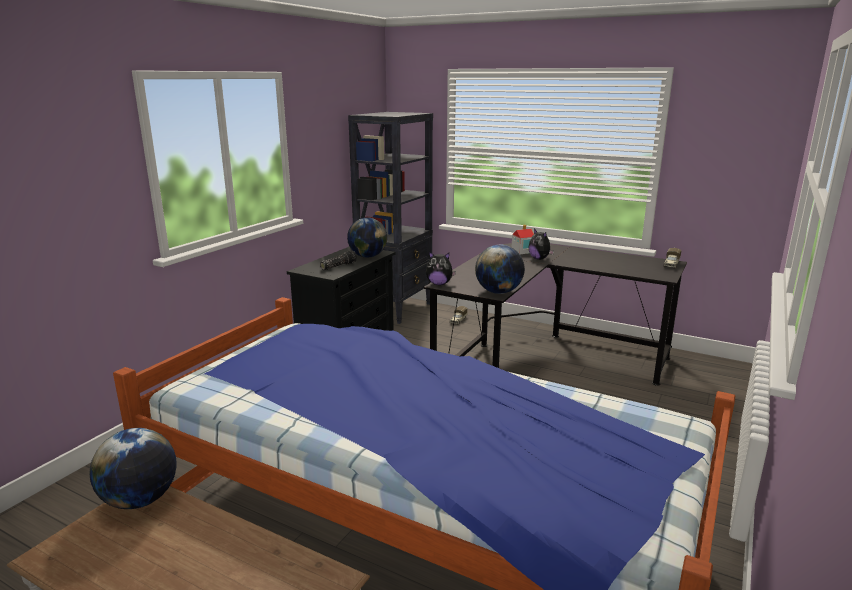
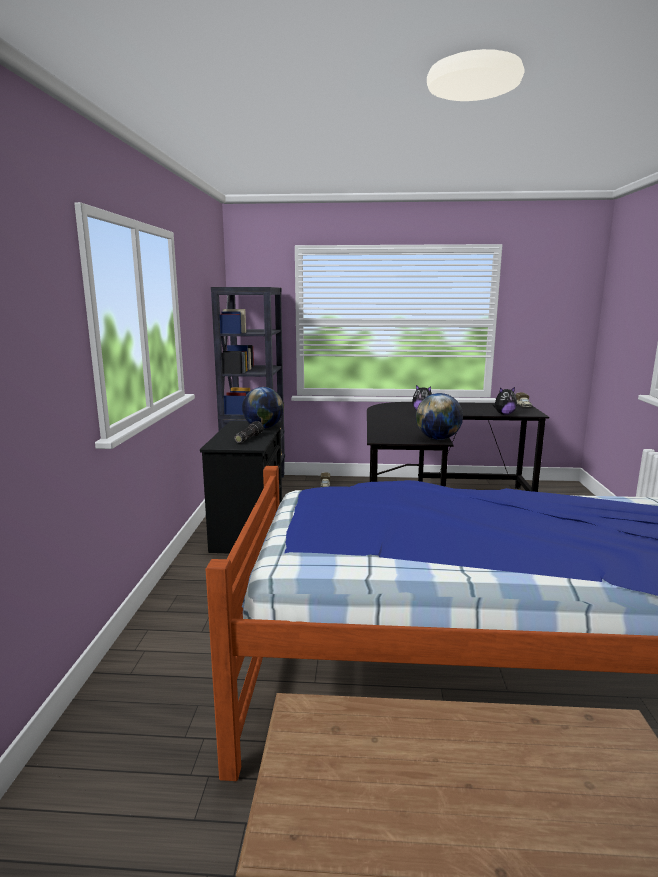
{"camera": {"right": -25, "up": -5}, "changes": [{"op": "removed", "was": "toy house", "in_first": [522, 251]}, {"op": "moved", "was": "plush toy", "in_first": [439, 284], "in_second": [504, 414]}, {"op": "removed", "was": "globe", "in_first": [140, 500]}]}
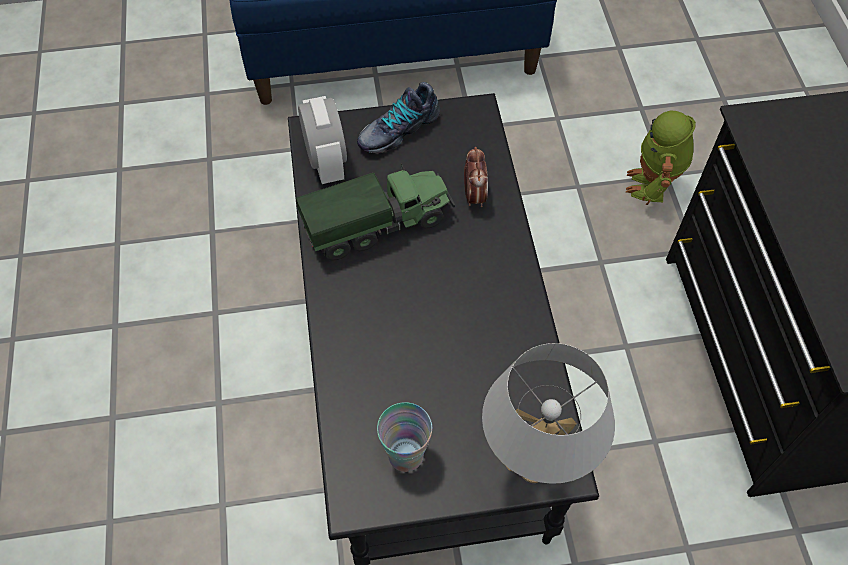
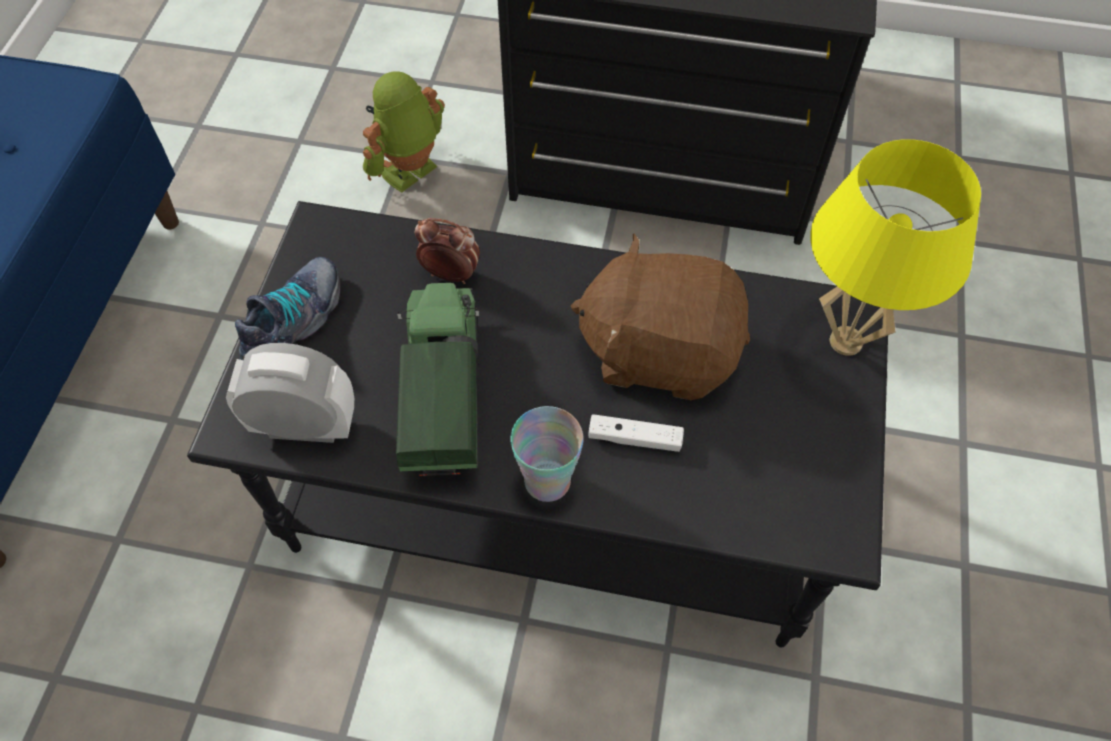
{"camera": {"right": -70, "up": 0}, "changes": [{"op": "turned", "was": "shoe", "in_first": [398, 129], "in_second": [295, 323], "clockwise": -135}, {"op": "turned", "was": "toy robot", "in_first": [653, 185], "in_second": [410, 173], "clockwise": 105}, {"op": "recoloured", "was": "white table lamp", "now": "yellow table lamp", "in_first": [533, 470], "in_second": [846, 341]}, {"op": "moved", "was": "cup", "in_first": [405, 455], "in_second": [547, 481]}, {"op": "added", "now": "brown plush toy", "in_second": [659, 350]}, {"op": "added", "now": "white game controller", "in_second": [635, 438]}]}
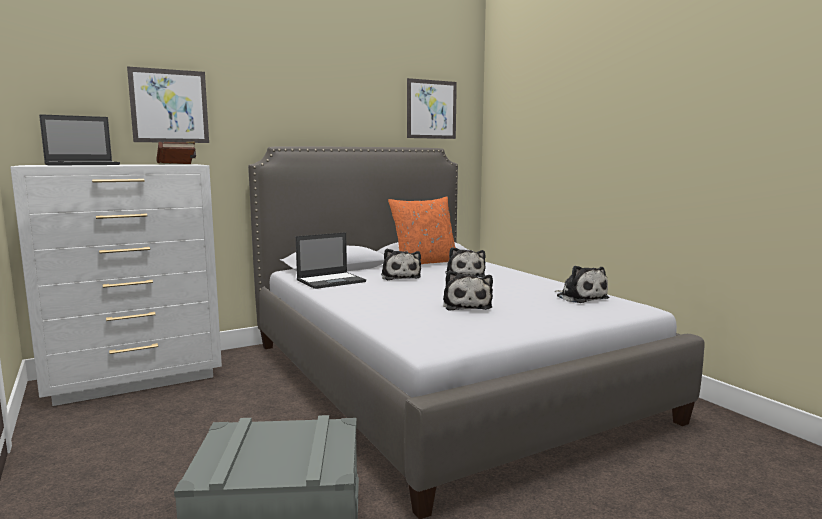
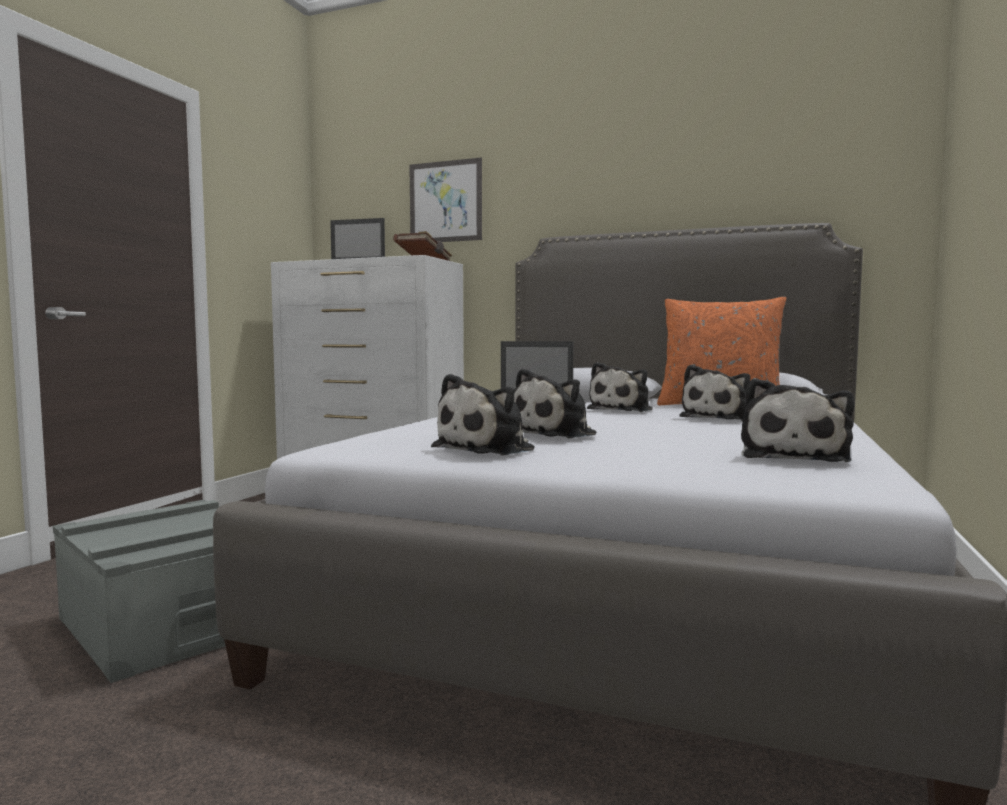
{"camera": {"right": 50, "up": -5}, "changes": [{"op": "removed", "was": "picture", "in_first": [431, 109]}, {"op": "added", "now": "plush toy", "in_second": [489, 449]}]}
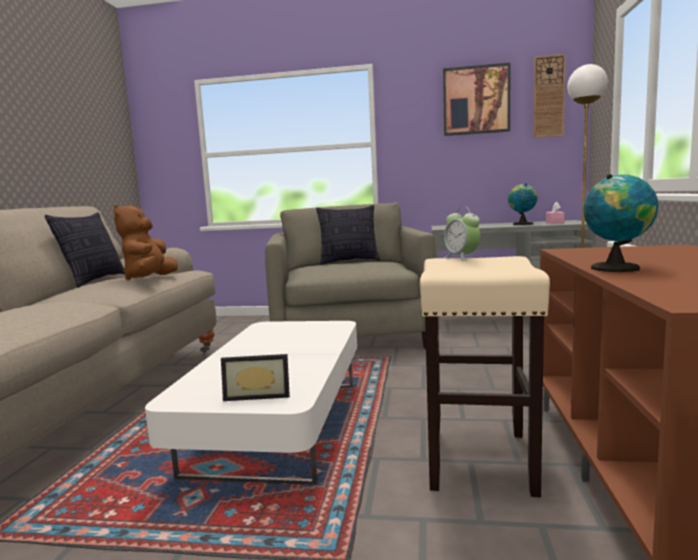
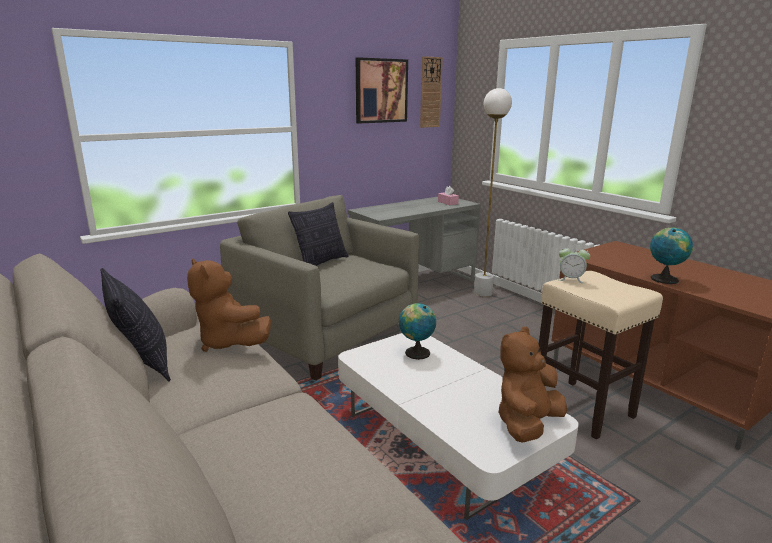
{"camera": {"right": -45, "up": 10}, "changes": [{"op": "moved", "was": "globe", "in_first": [521, 224], "in_second": [415, 353]}, {"op": "replaced", "was": "picture frame", "now": "brown plush toy", "in_first": [258, 395], "in_second": [527, 424]}]}
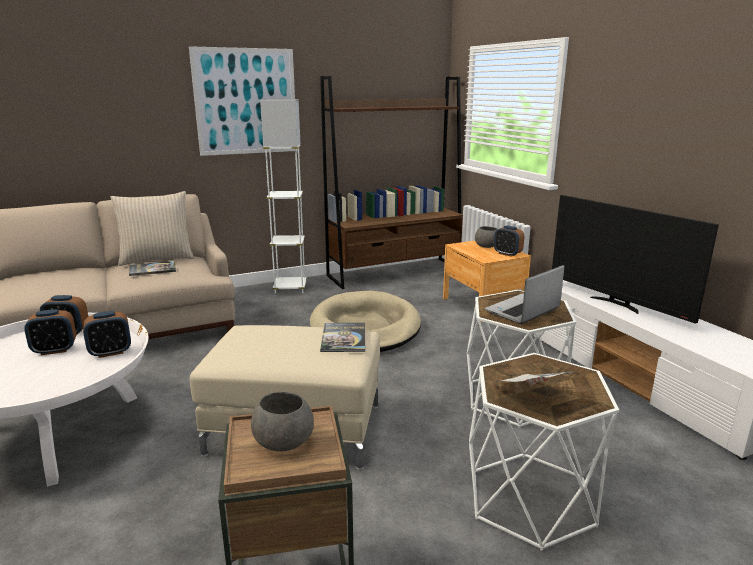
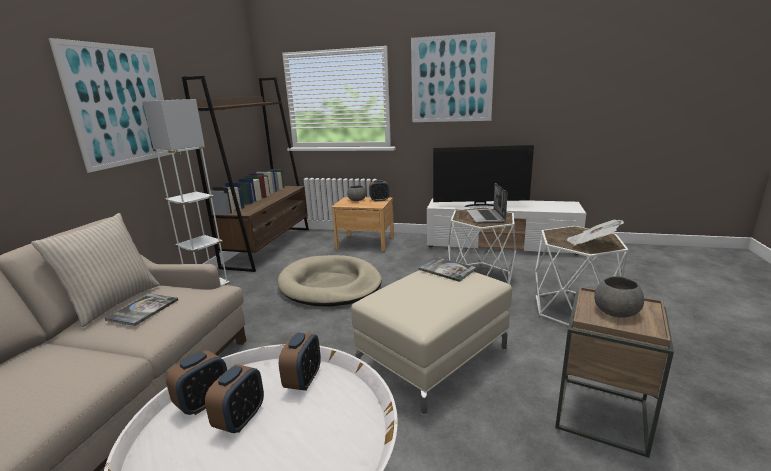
{"camera": {"right": -50, "up": 0}, "changes": [{"op": "added", "now": "picture", "in_second": [451, 79]}]}
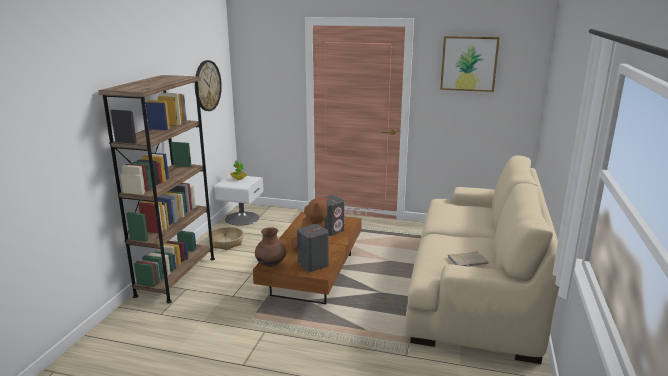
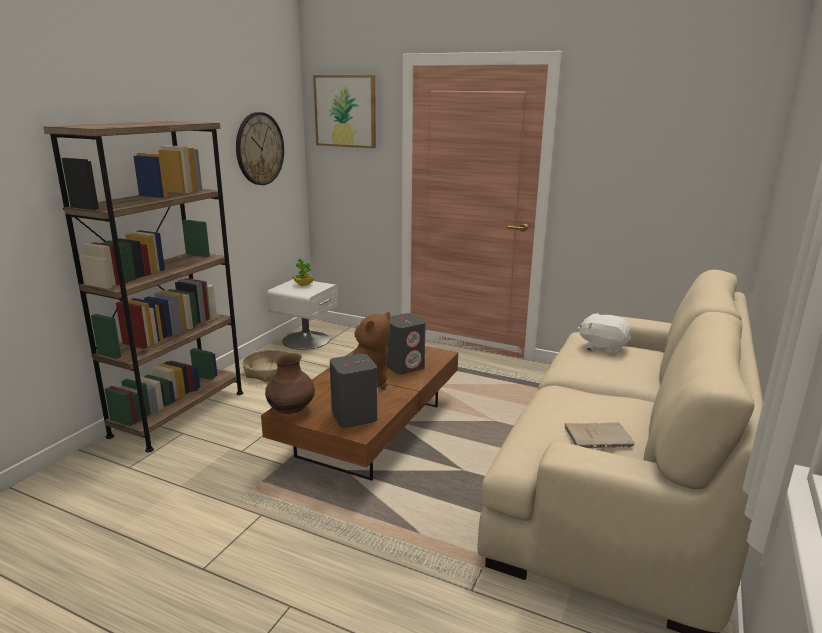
{"camera": {"right": 10, "up": 0}, "changes": [{"op": "moved", "was": "picture", "in_first": [469, 63], "in_second": [345, 111]}, {"op": "added", "now": "white plush toy", "in_second": [603, 347]}]}
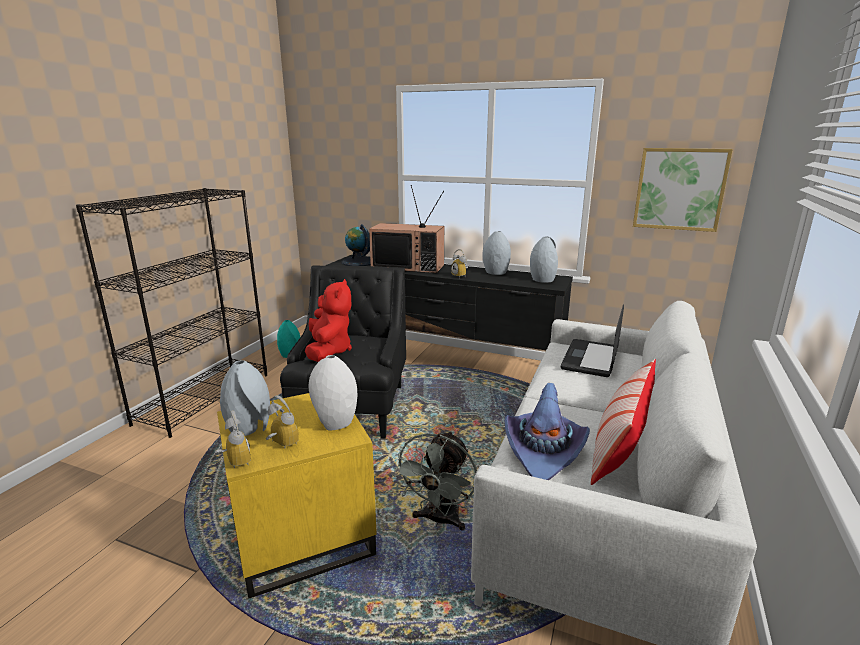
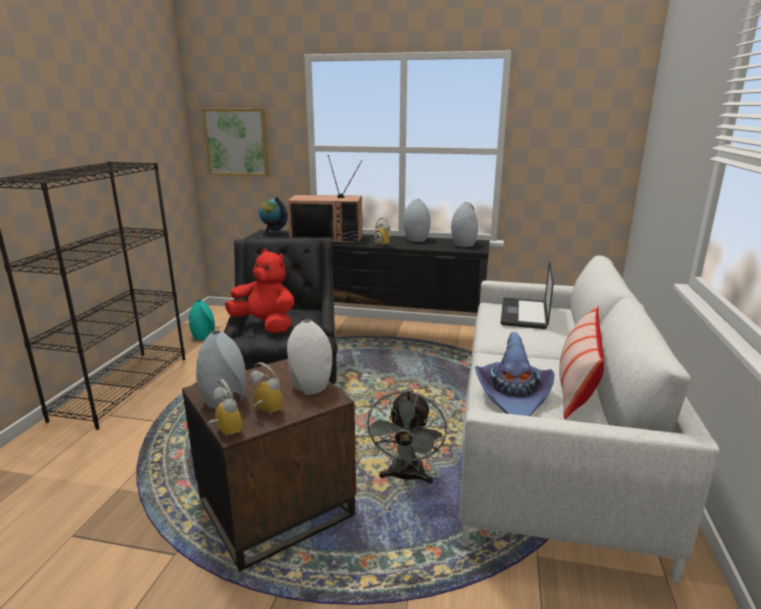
{"camera": {"right": -10, "up": 0}, "changes": [{"op": "moved", "was": "picture", "in_first": [679, 189], "in_second": [237, 142]}, {"op": "turned", "was": "red plush toy", "in_first": [329, 351], "in_second": [265, 325], "clockwise": -45}, {"op": "recoloured", "was": "yellow side table", "now": "brown side table", "in_first": [302, 535], "in_second": [275, 507]}]}
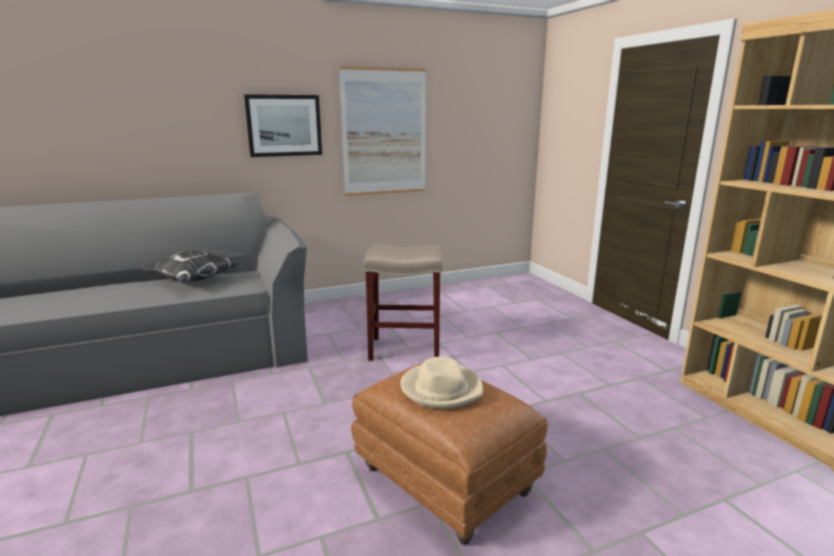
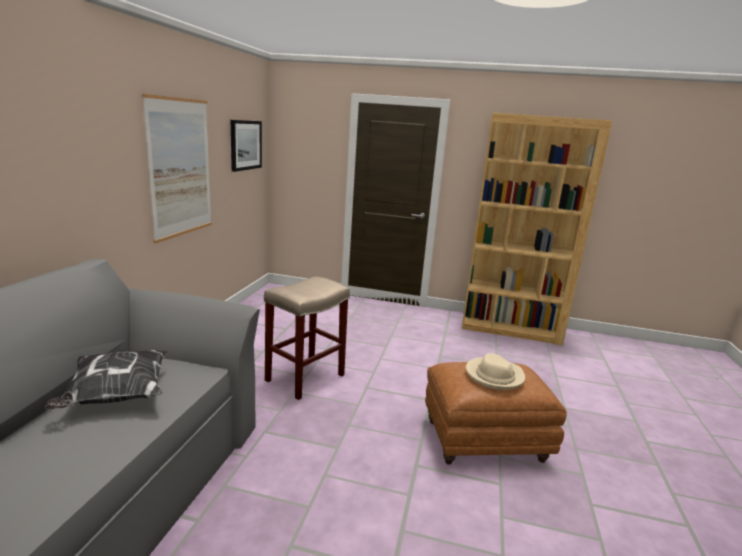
{"camera": {"right": -55, "up": 0}, "changes": [{"op": "moved", "was": "picture", "in_first": [284, 125], "in_second": [245, 145]}]}
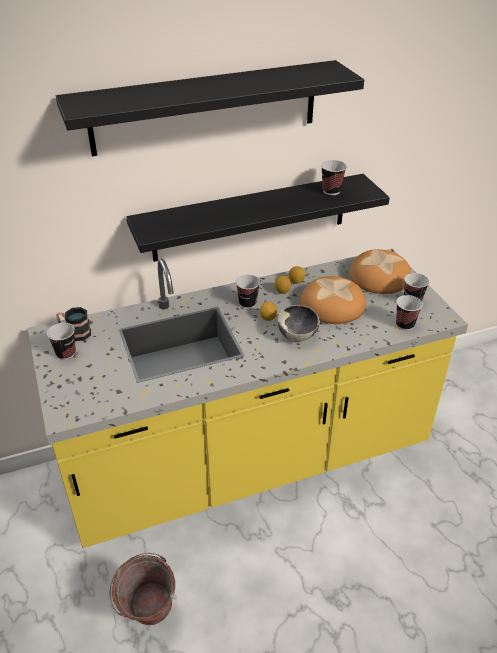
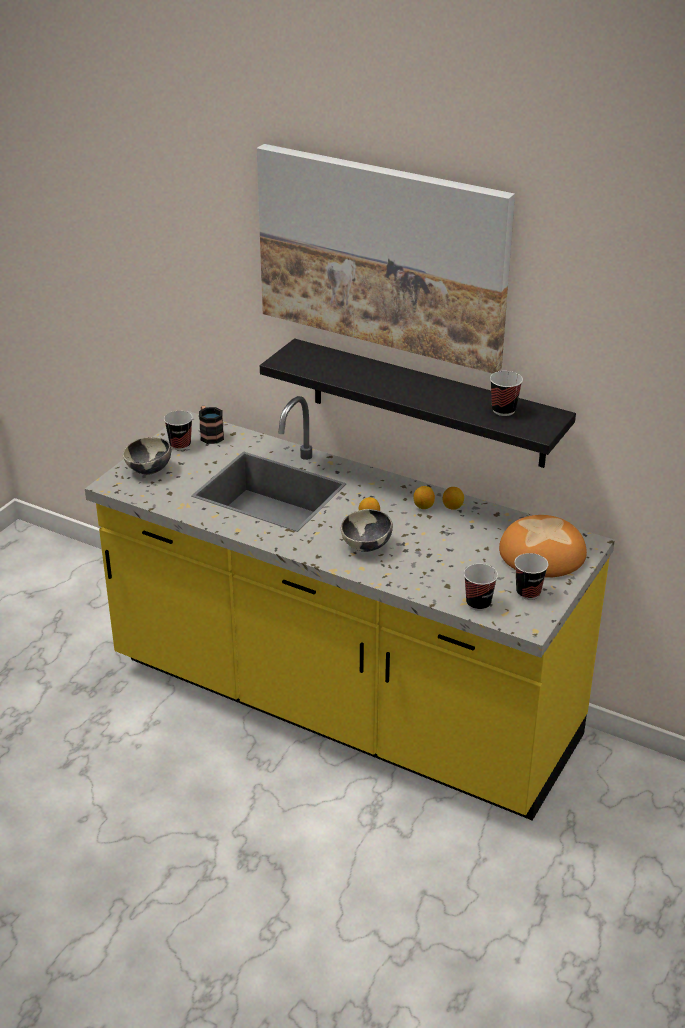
{"camera": {"right": 50, "up": -5}, "changes": [{"op": "replaced", "was": "black shelf", "now": "picture", "in_first": [205, 108], "in_second": [382, 255]}, {"op": "removed", "was": "cup", "in_first": [247, 303]}, {"op": "removed", "was": "bread", "in_first": [333, 305]}, {"op": "removed", "was": "bucket", "in_first": [148, 616]}, {"op": "added", "now": "bowl", "in_second": [149, 470]}]}
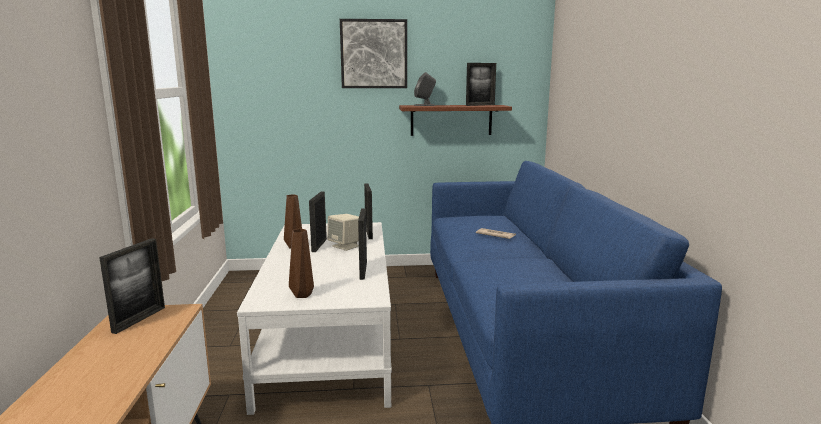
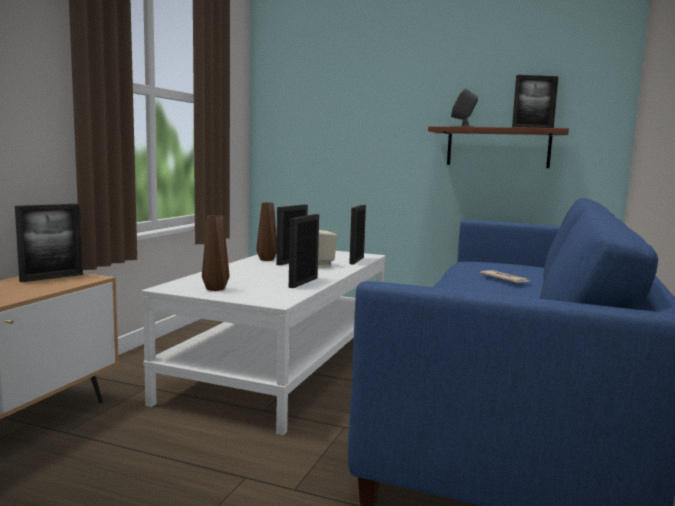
{"camera": {"right": 25, "up": -5}, "changes": [{"op": "removed", "was": "picture", "in_first": [374, 54]}]}
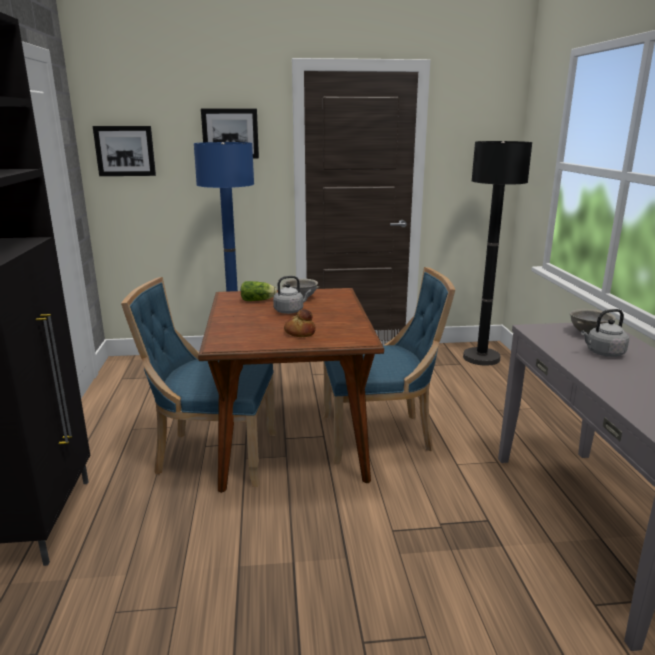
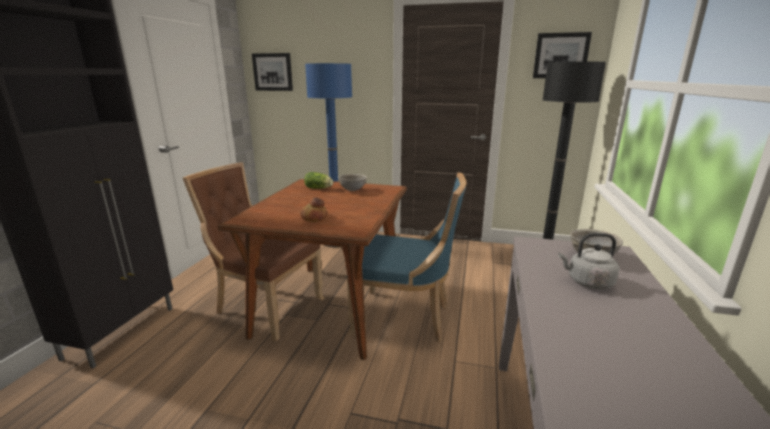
{"camera": {"right": 20, "up": 0}, "changes": [{"op": "moved", "was": "picture", "in_first": [230, 133], "in_second": [560, 56]}, {"op": "removed", "was": "grey kettle", "in_first": [290, 311]}, {"op": "recoloured", "was": "blue chair", "now": "brown chair", "in_first": [212, 455], "in_second": [265, 307]}]}
